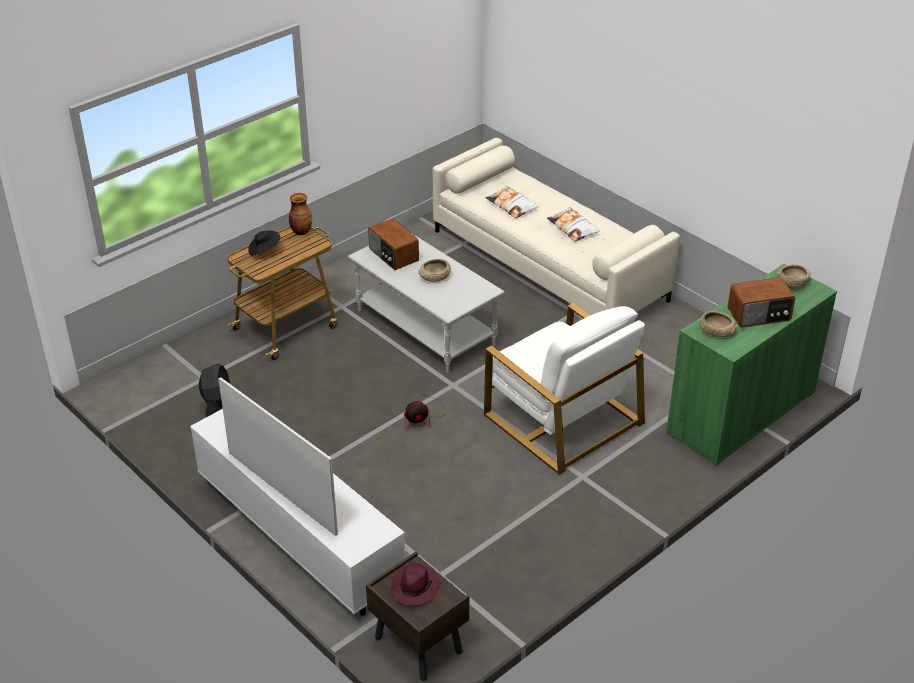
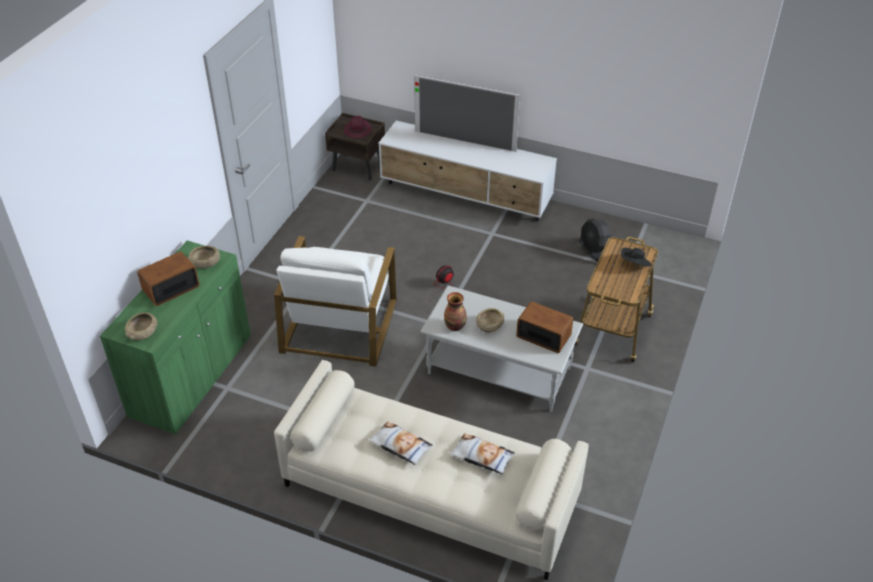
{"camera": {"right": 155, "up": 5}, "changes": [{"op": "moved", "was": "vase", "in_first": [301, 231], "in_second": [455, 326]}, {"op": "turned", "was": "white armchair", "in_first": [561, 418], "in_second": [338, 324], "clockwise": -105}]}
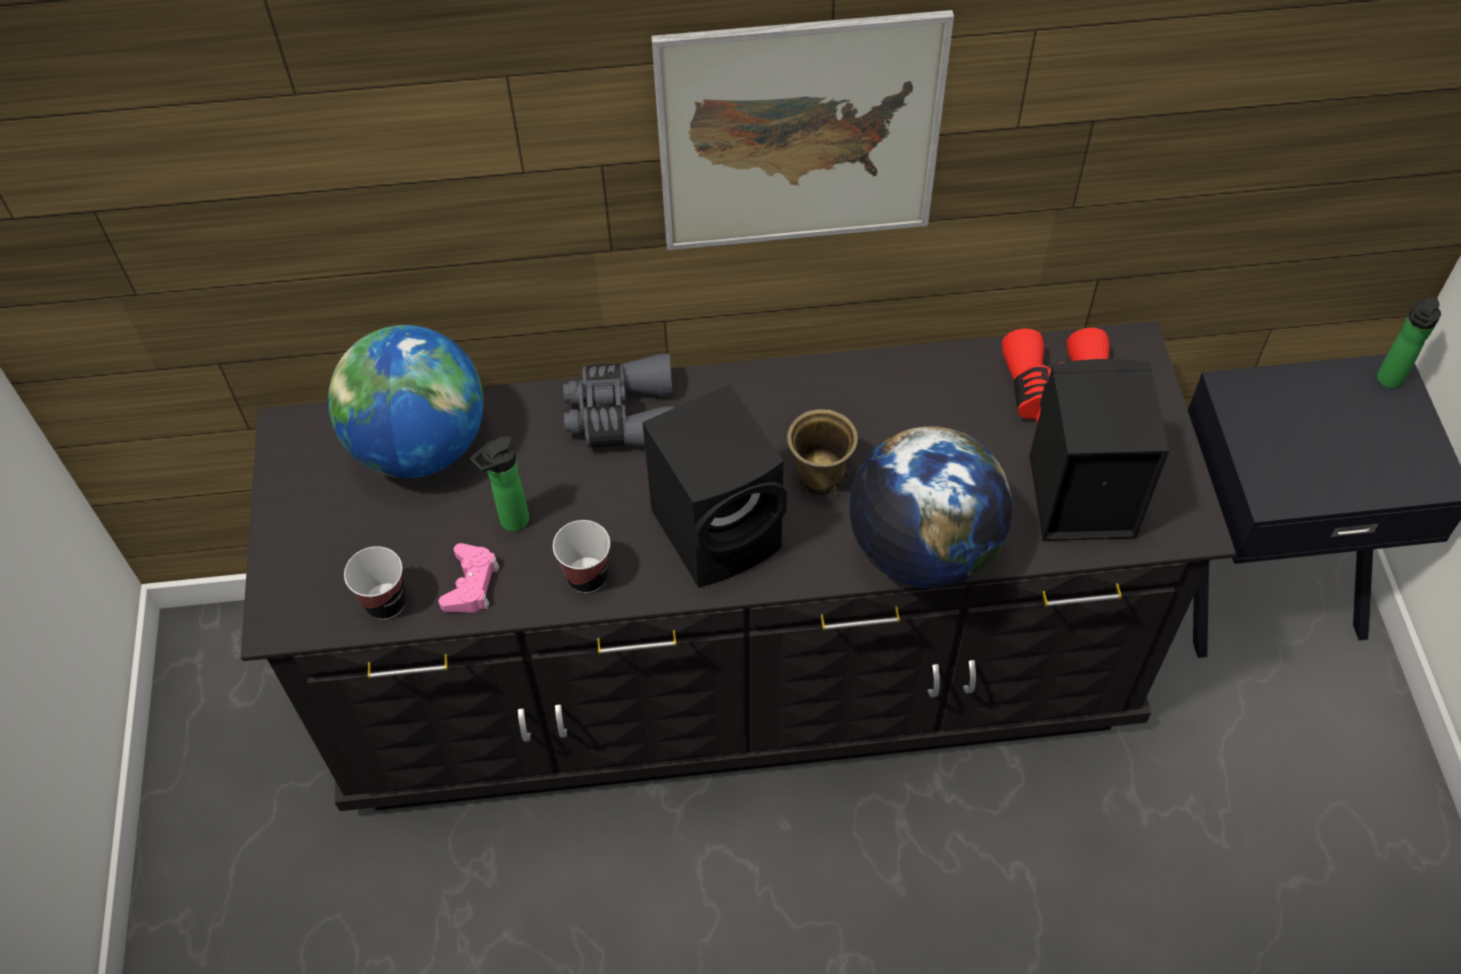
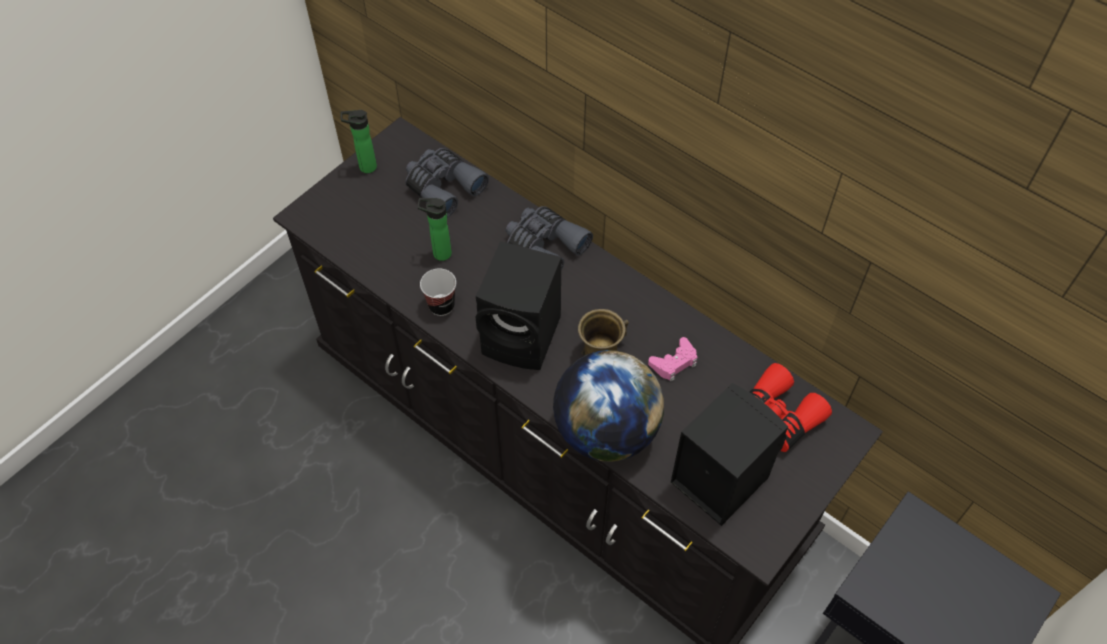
{"camera": {"right": 45, "up": 0}, "changes": [{"op": "removed", "was": "picture", "in_first": [799, 135]}, {"op": "moved", "was": "bottle", "in_first": [1387, 381], "in_second": [365, 167]}, {"op": "replaced", "was": "globe", "now": "grey binoculars", "in_first": [419, 446], "in_second": [443, 187]}, {"op": "moved", "was": "pink game controller", "in_first": [471, 584], "in_second": [674, 363]}, {"op": "removed", "was": "cup", "in_first": [385, 602]}]}
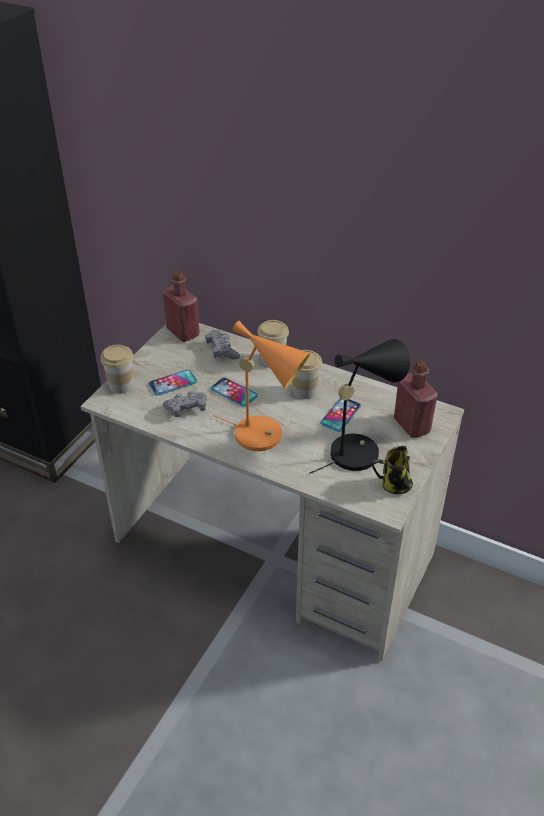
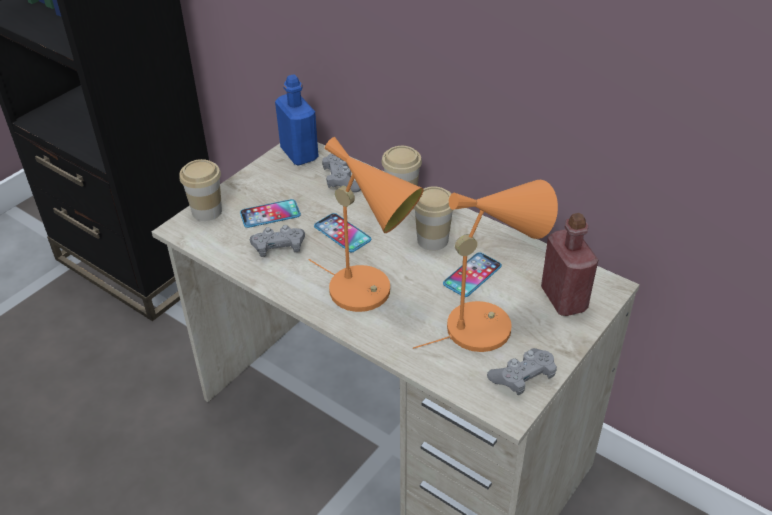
{"camera": {"right": 10, "up": 0}, "changes": [{"op": "recoloured", "was": "red bottle", "now": "blue bottle", "in_first": [183, 332], "in_second": [299, 154]}, {"op": "recoloured", "was": "black table lamp", "now": "orange table lamp", "in_first": [359, 449], "in_second": [487, 323]}, {"op": "replaced", "was": "mug", "now": "grey game controller", "in_first": [393, 485], "in_second": [522, 377]}]}
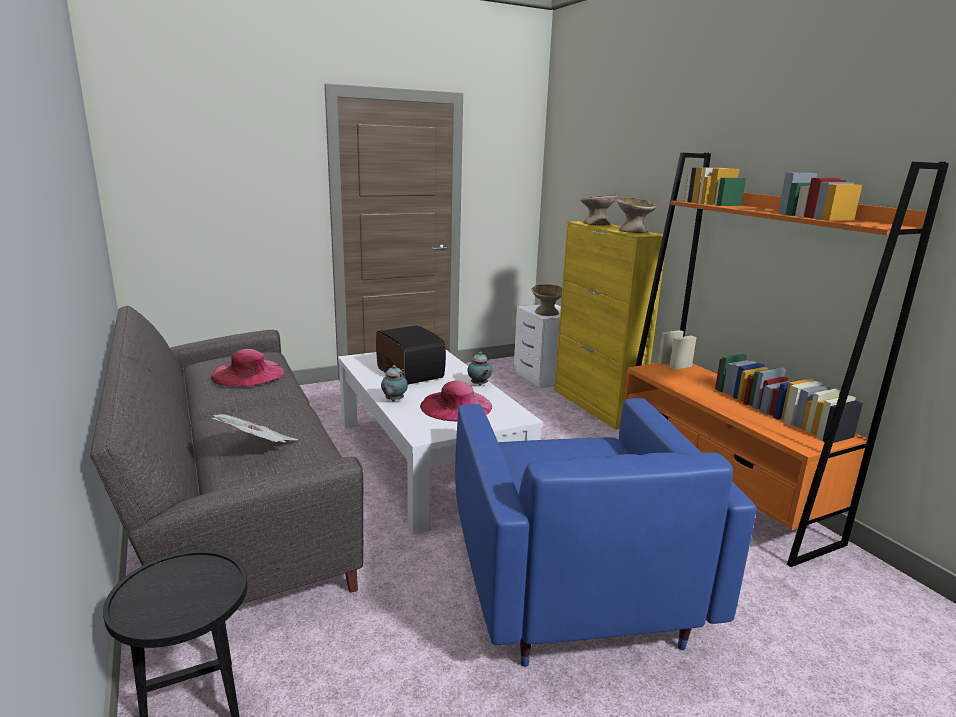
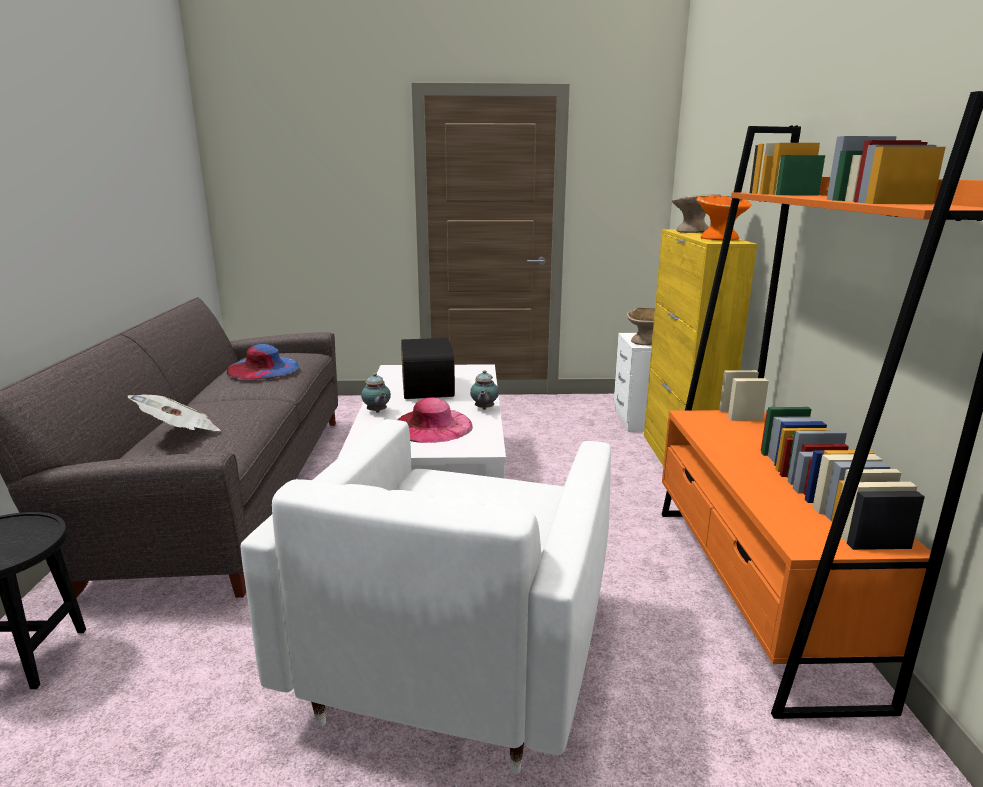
{"camera": {"right": 25, "up": 0}, "changes": [{"op": "recoloured", "was": "beige bowl", "now": "orange bowl", "in_first": [633, 231], "in_second": [719, 238]}, {"op": "recoloured", "was": "pink hat", "now": "blue hat", "in_first": [247, 373], "in_second": [263, 368]}, {"op": "turned", "was": "teapot", "in_first": [393, 400], "in_second": [377, 412], "clockwise": -75}, {"op": "recoloured", "was": "blue armchair", "now": "white armchair", "in_first": [572, 585], "in_second": [456, 654]}]}
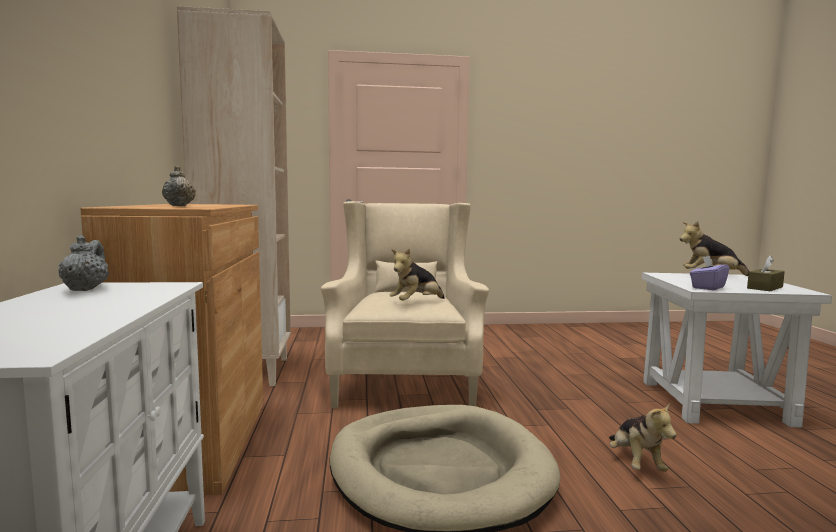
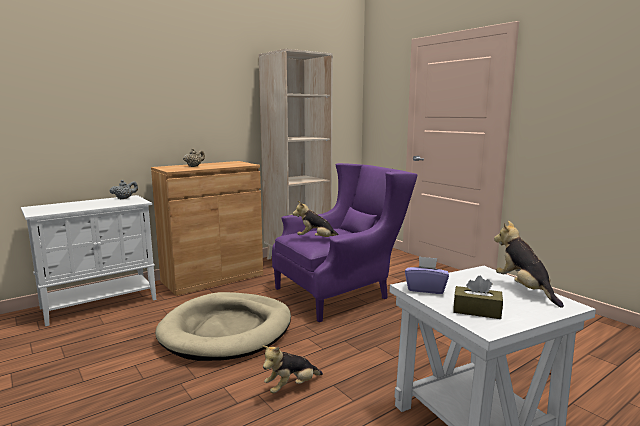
{"camera": {"right": 60, "up": 5}, "changes": [{"op": "recoloured", "was": "beige armchair", "now": "purple armchair", "in_first": [405, 379], "in_second": [341, 293]}]}
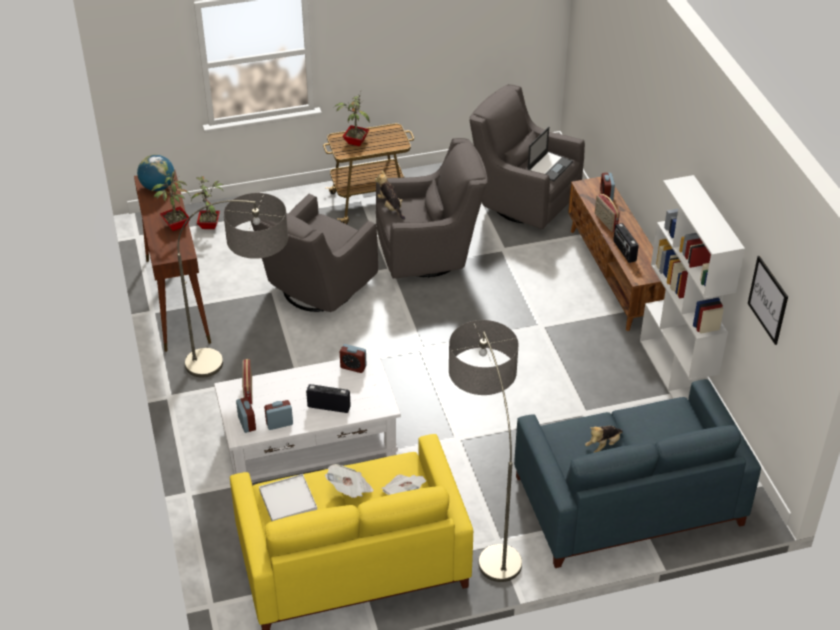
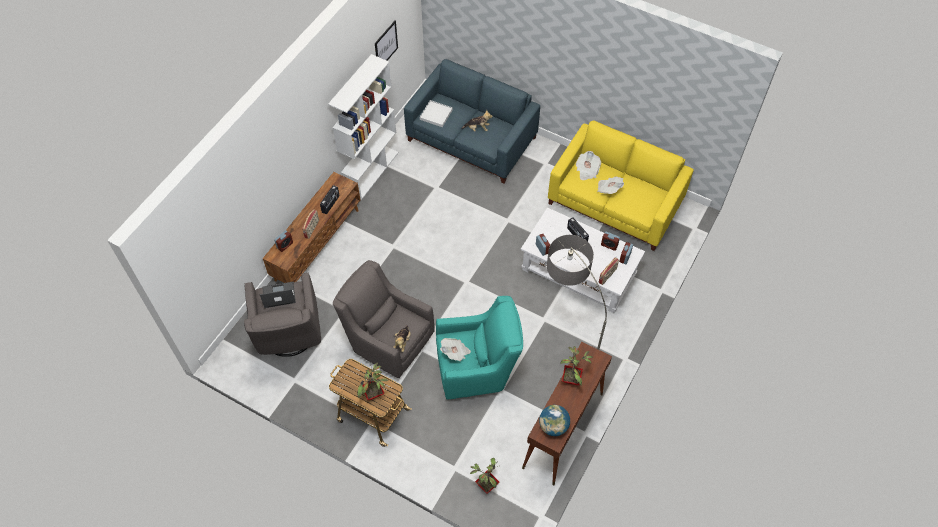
{"camera": {"right": -135, "up": 15}, "changes": [{"op": "recoloured", "was": "grey armchair", "now": "turquoise armchair", "in_first": [316, 290], "in_second": [477, 369]}, {"op": "removed", "was": "floor lamp", "in_first": [484, 524]}, {"op": "moved", "was": "white tray", "in_first": [288, 501], "in_second": [436, 115]}, {"op": "added", "now": "newspaper", "in_second": [455, 352]}]}
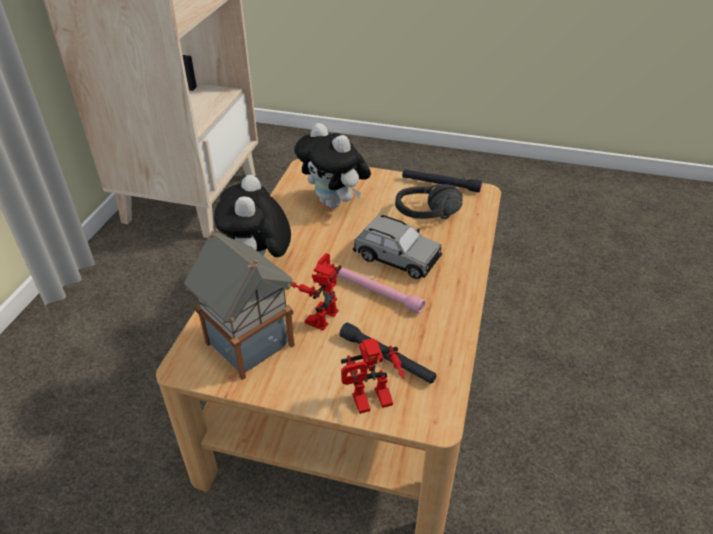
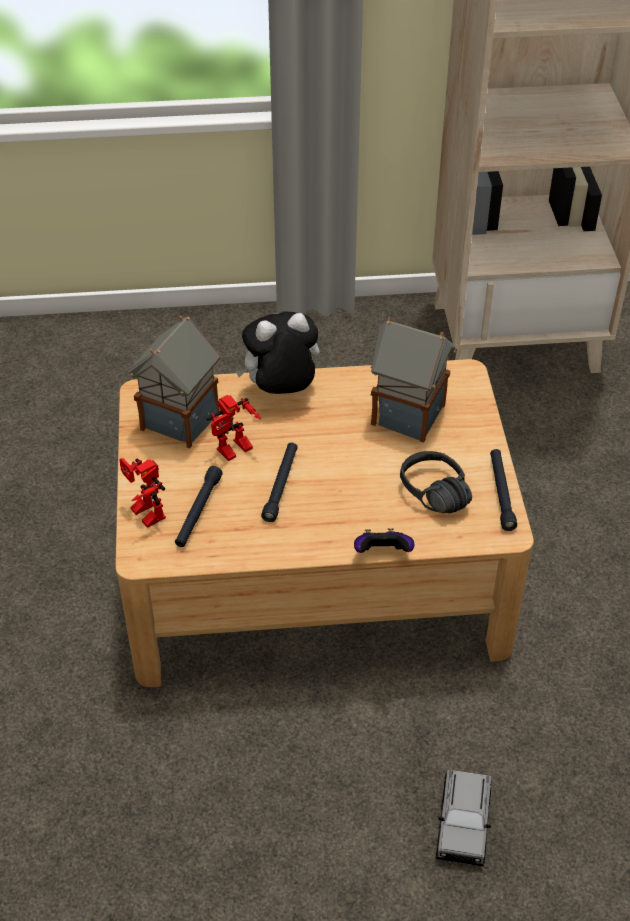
{"camera": {"right": 70, "up": 5}, "changes": [{"op": "replaced", "was": "plush toy", "now": "toy house", "in_first": [335, 203], "in_second": [410, 415]}, {"op": "moved", "was": "grey toy car", "in_first": [396, 258], "in_second": [463, 824]}, {"op": "turned", "was": "toy robot", "in_first": [319, 314], "in_second": [235, 452], "clockwise": 135}, {"op": "recoloured", "was": "pink flashlight", "now": "black flashlight", "in_first": [378, 293], "in_second": [281, 485]}, {"op": "added", "now": "game controller", "in_second": [382, 554]}]}
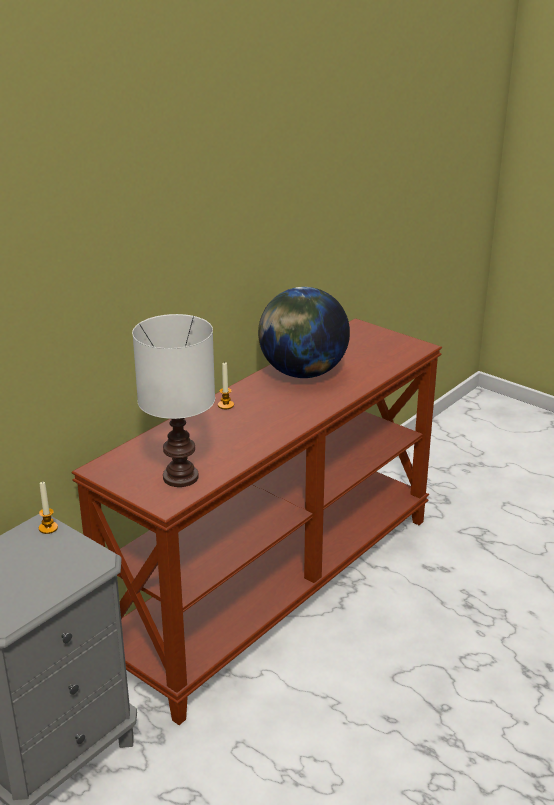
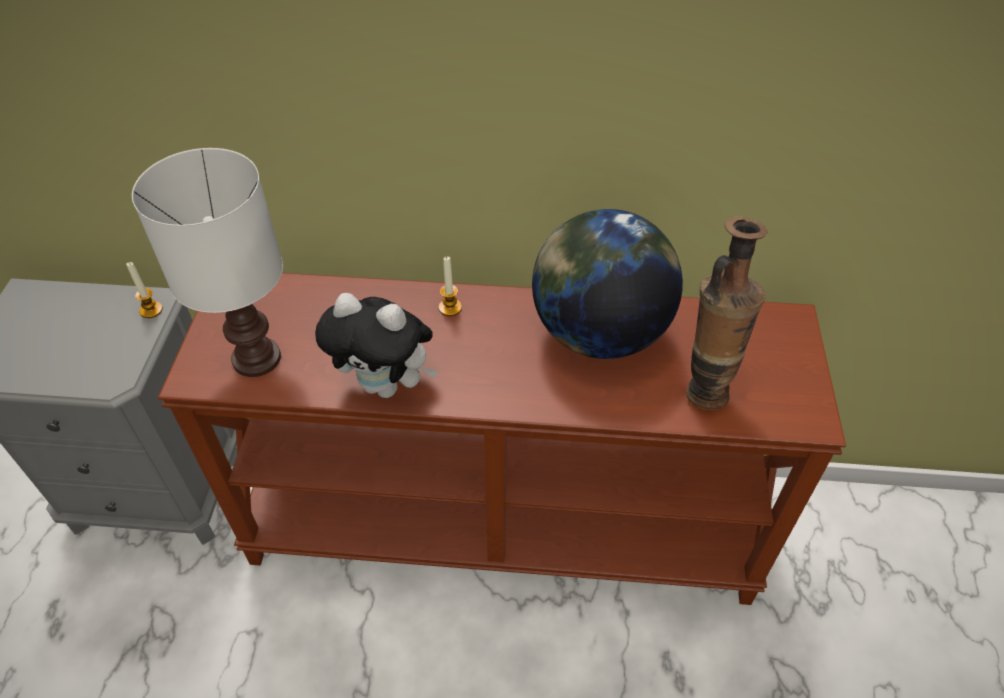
{"camera": {"right": 55, "up": 20}, "changes": [{"op": "added", "now": "vase", "in_second": [705, 386]}, {"op": "added", "now": "plush toy", "in_second": [386, 385]}]}
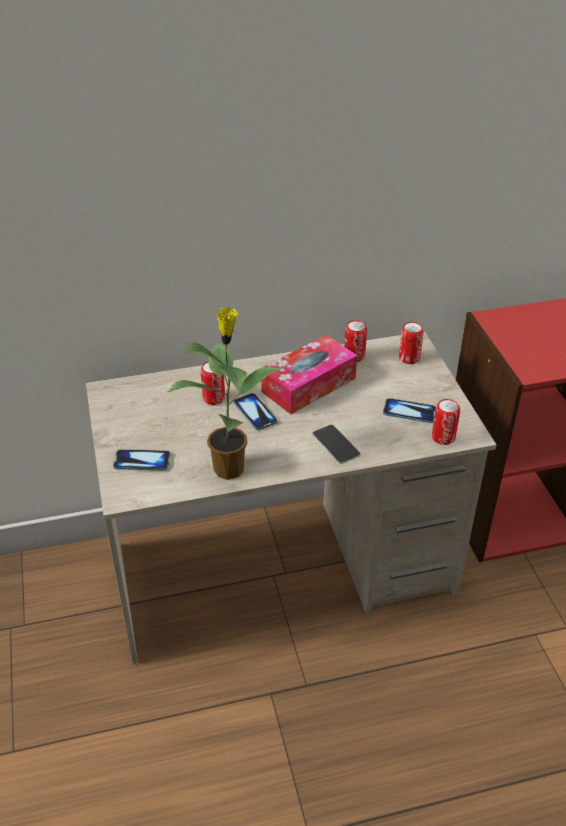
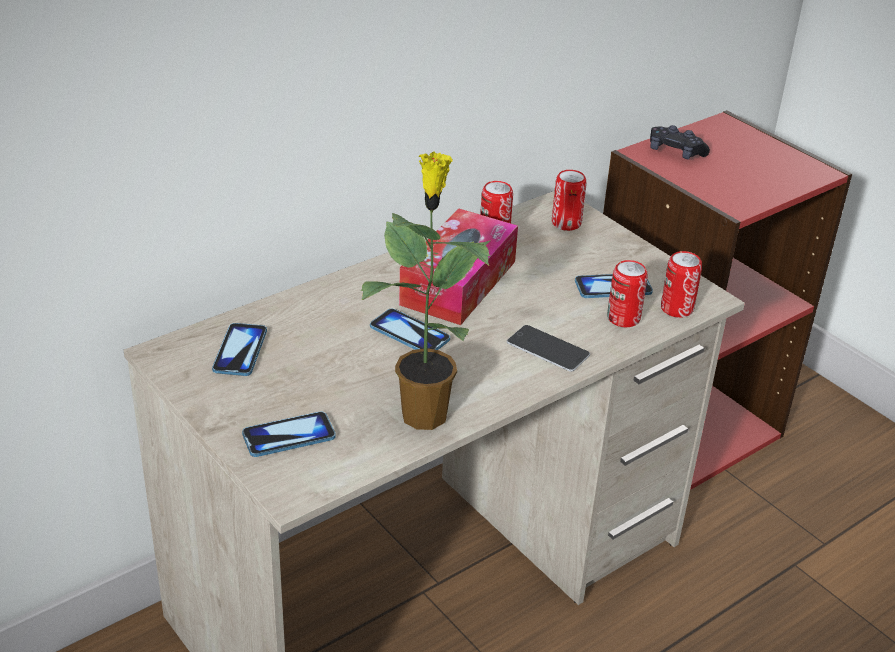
{"camera": {"right": -25, "up": -5}, "changes": [{"op": "moved", "was": "can", "in_first": [214, 398], "in_second": [623, 318]}, {"op": "added", "now": "black game controller", "in_second": [675, 152]}, {"op": "added", "now": "phone", "in_second": [240, 351]}]}
